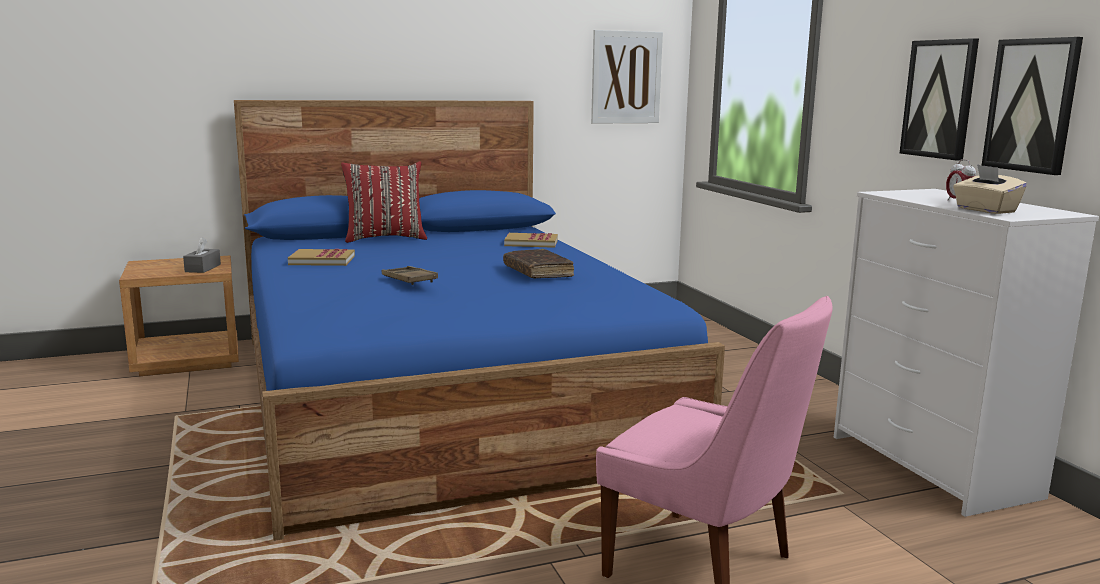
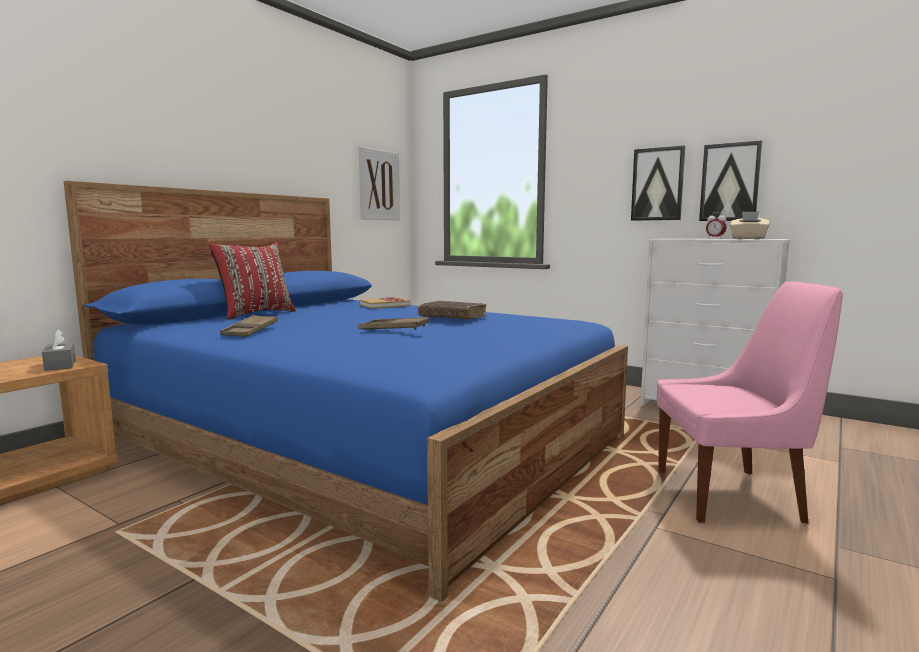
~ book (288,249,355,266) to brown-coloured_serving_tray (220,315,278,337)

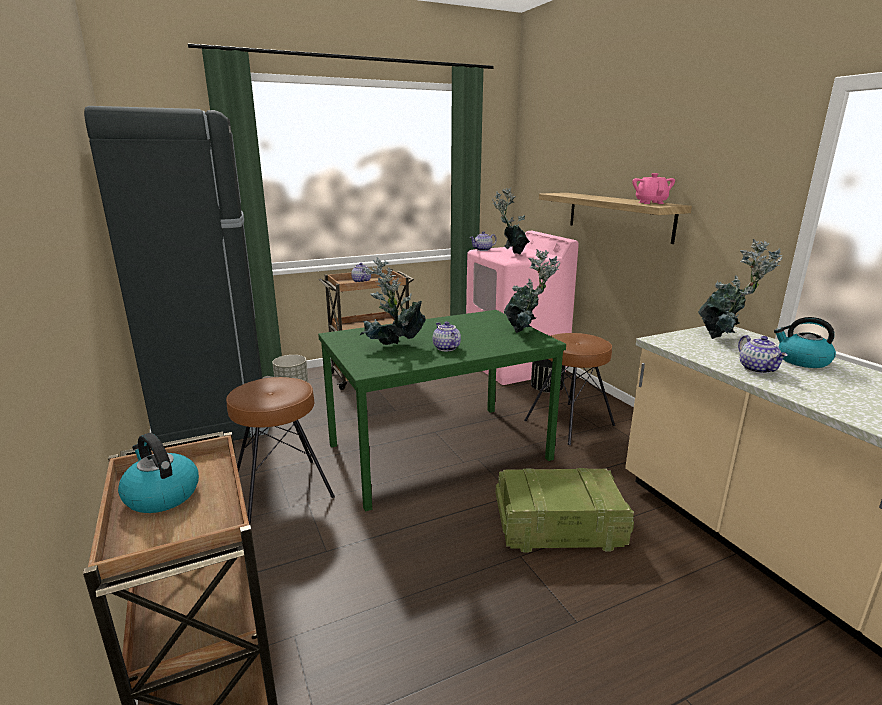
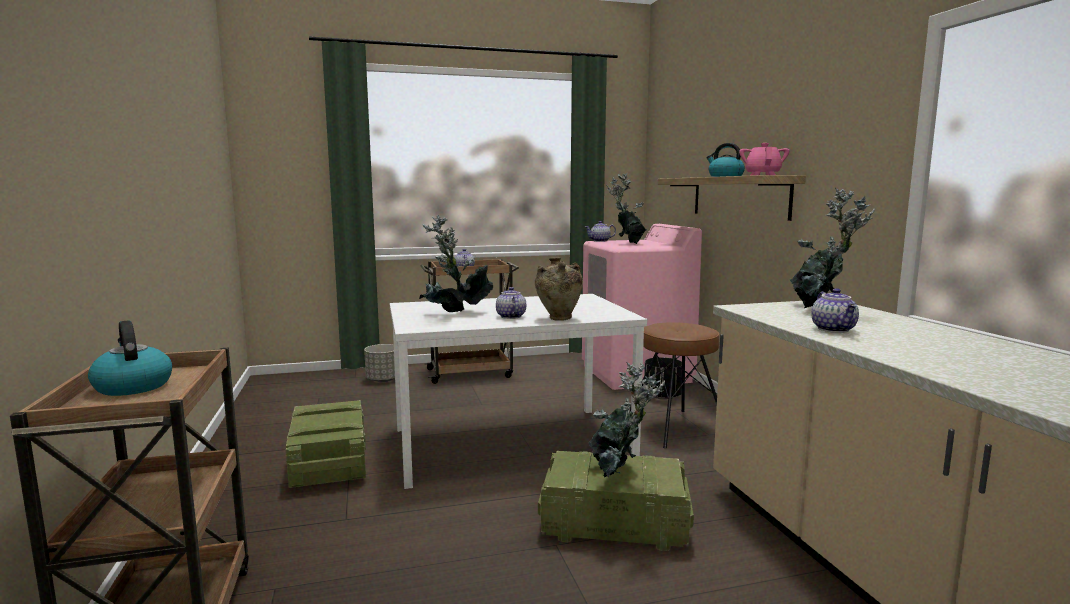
~ brown-coloured_stool (226,377,335,524) to shipping_crate (286,400,366,488)
~ green_dining_table (318,310,566,512) to whitish_dining_table (390,294,647,489)
+ beige-coloured_decorative_vase (535,257,583,321)
~ potted_plant (503,249,560,333) to (589,362,665,478)
~ tea_kettle (774,317,836,368) to (707,143,745,177)
- black-coloured_kitchen_fridge (84,106,269,443)

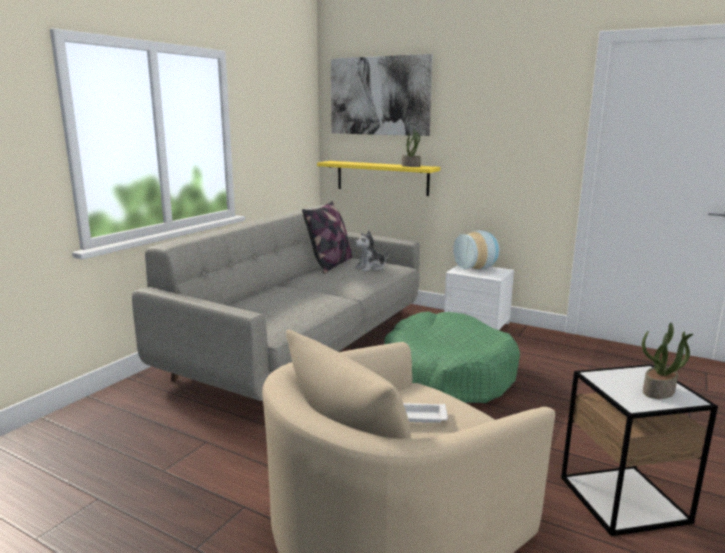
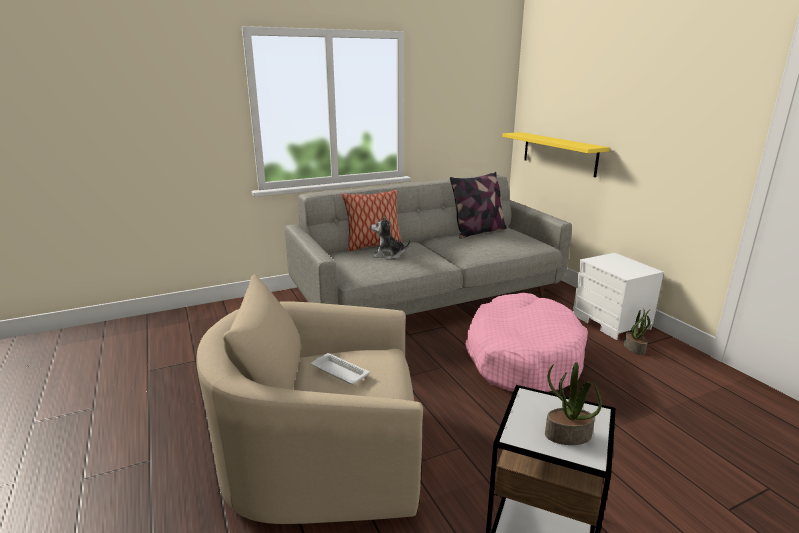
+ pillow (342,190,402,251)
~ soft_toy (355,230,389,272) to (371,216,410,260)
~ green_pet_bed (384,311,520,403) to pink-coloured_pet_bed (465,293,588,392)
~ potted_plant (402,128,421,167) to (624,309,651,355)
- picture (331,54,433,136)
- decorative_vase (453,230,500,270)

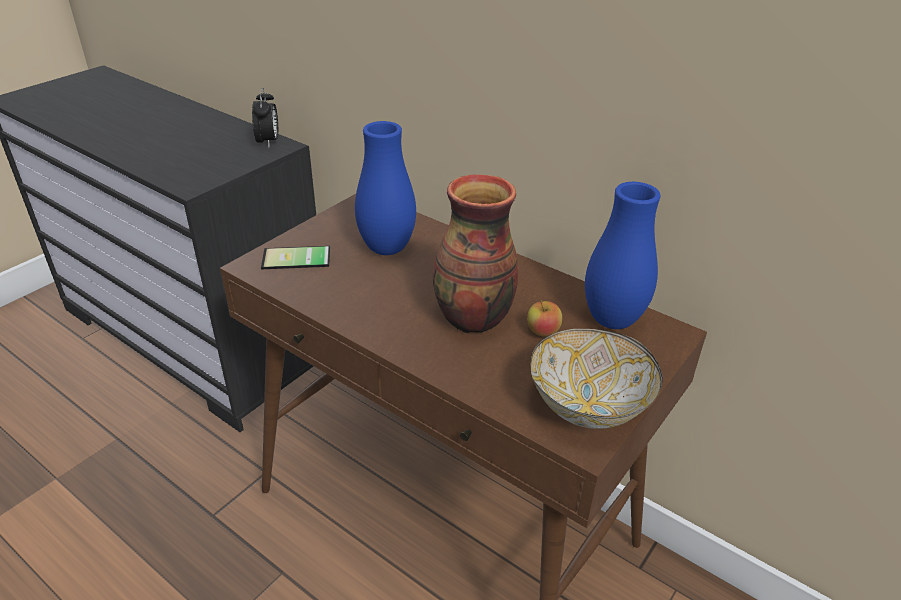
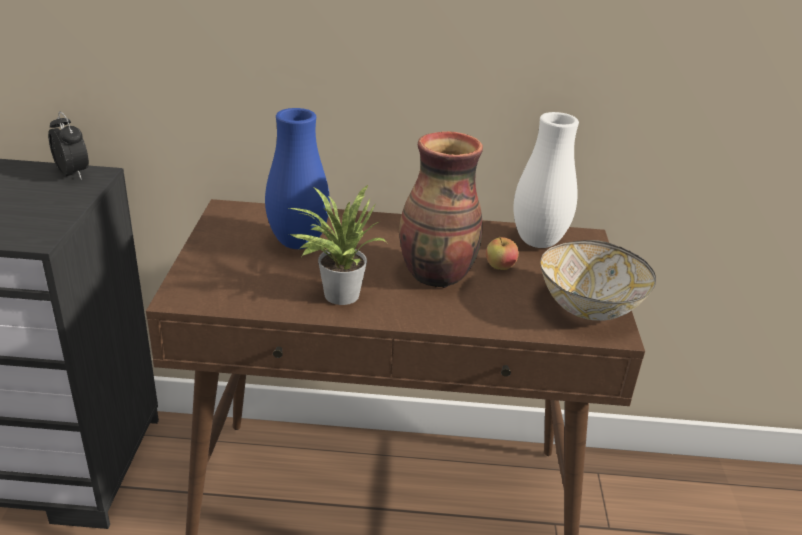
+ potted_plant (289,185,387,305)
~ bluish_decorative_vase (585,182,661,329) to whitish_decorative_vase (513,112,579,248)
- phone (261,246,330,270)

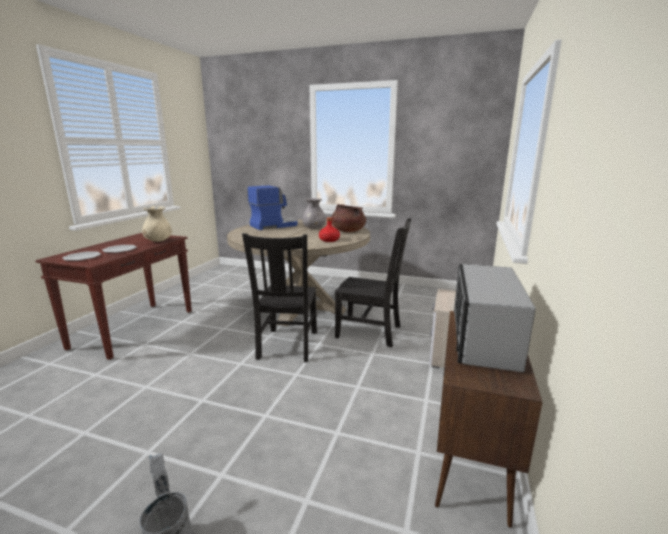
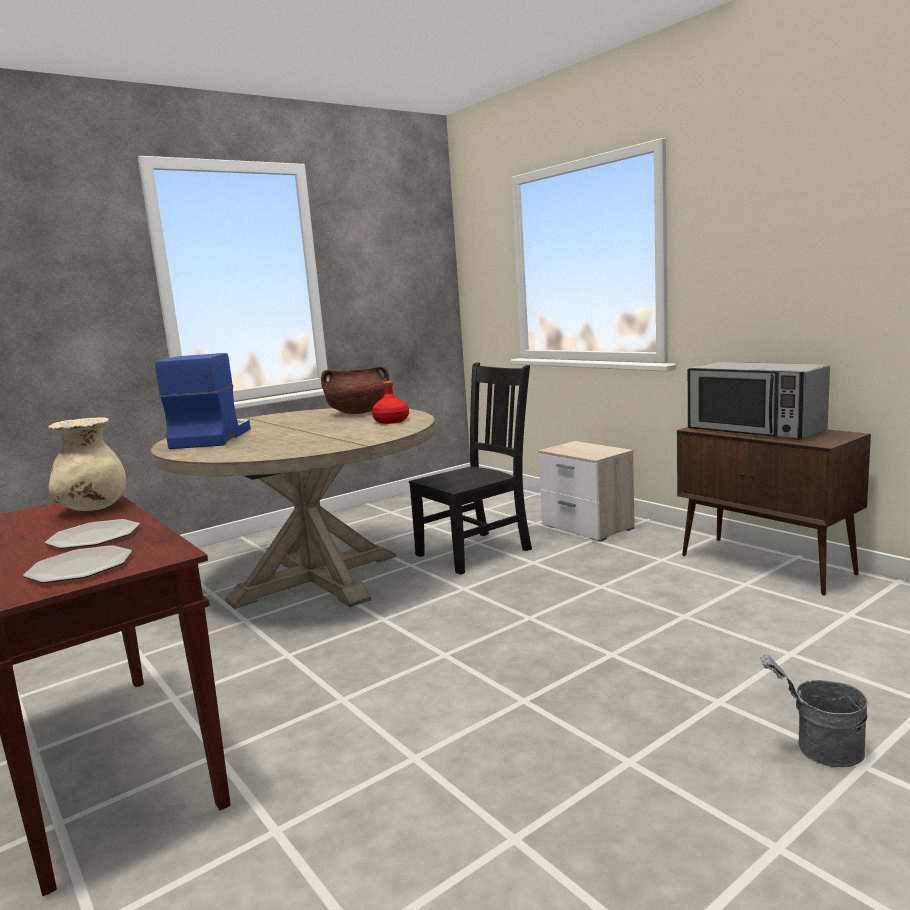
- black-coloured_upright_chair (242,233,317,362)
- grey_decorative_vase (302,198,326,229)

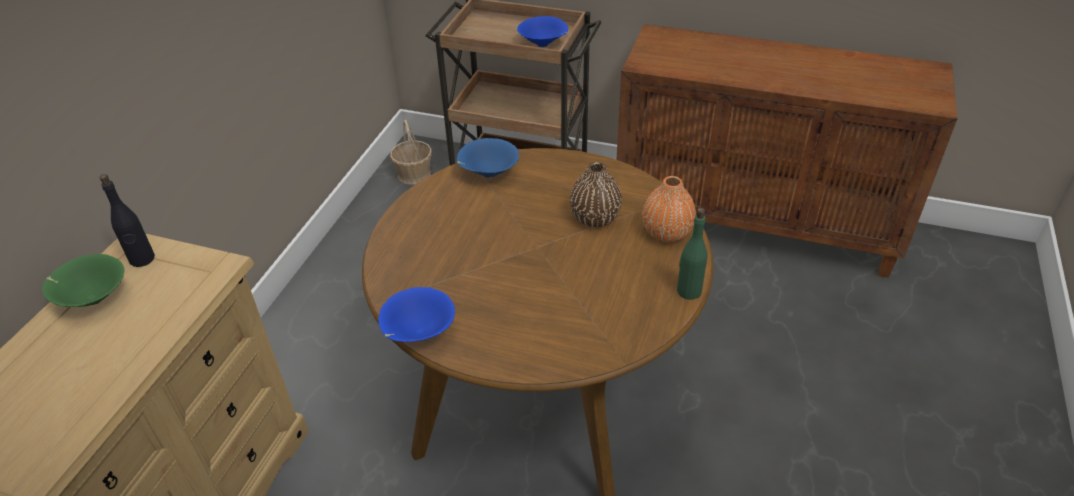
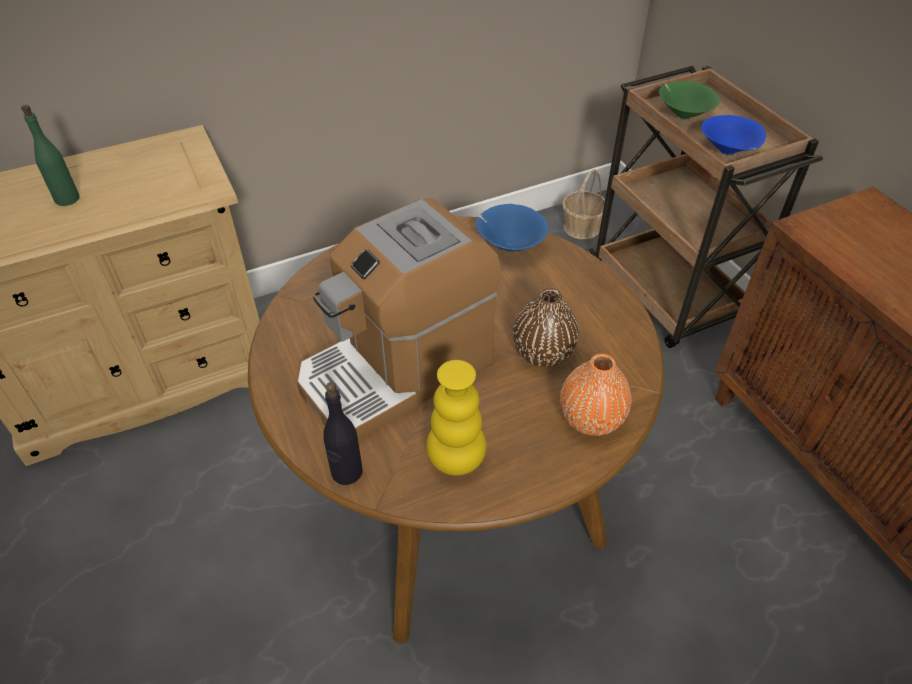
~ green_beverage_bottle (677,208,708,300) to (21,105,80,206)
+ coffee_maker (297,198,502,440)
~ black-coloured_beverage_bottle (99,174,155,267) to (323,382,363,485)
+ yellowish_decorative_vase (426,360,487,476)
~ green_bowl (42,254,124,307) to (659,81,720,120)
- bluish_bowl (378,287,455,342)

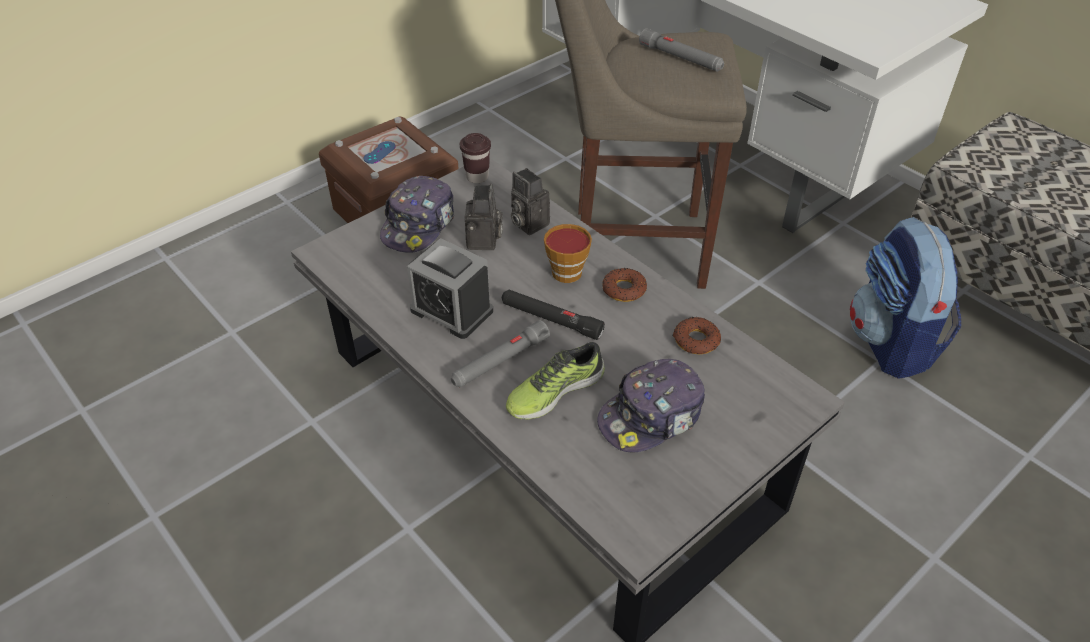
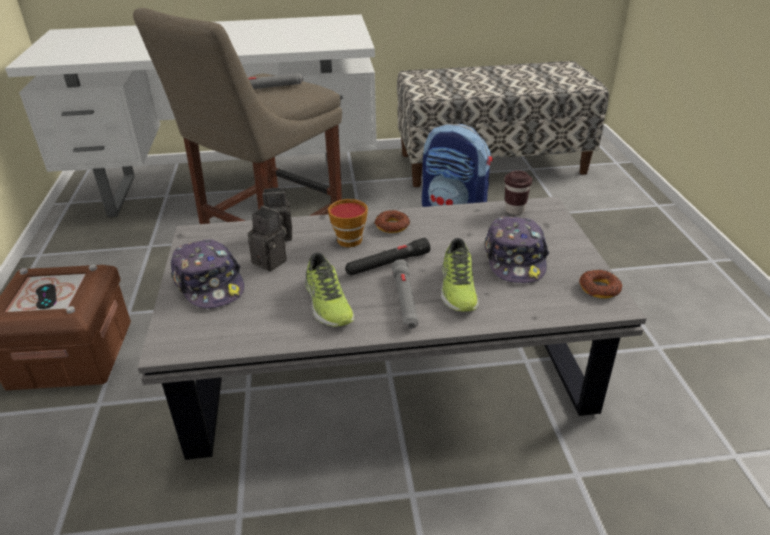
~ bluish_joypad (364,141,396,164) to black-coloured_joypad (36,284,56,309)
~ alarm_clock (407,238,493,339) to shoe (305,253,355,327)
~ brown-coloured_drinking_cup (460,133,491,183) to (504,170,532,215)
~ doughnut (673,317,721,355) to (579,270,622,298)

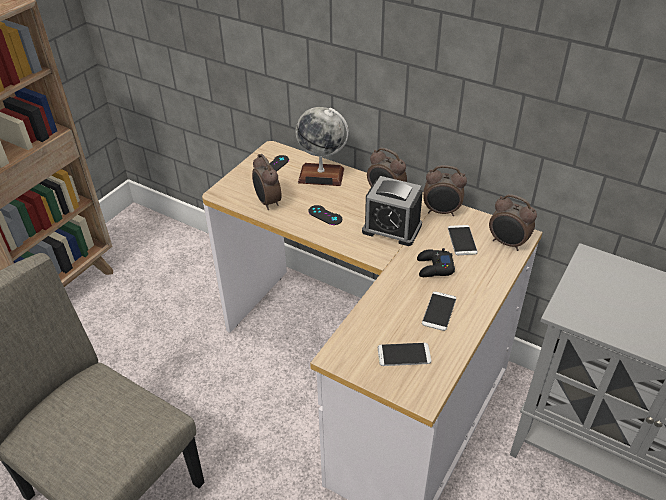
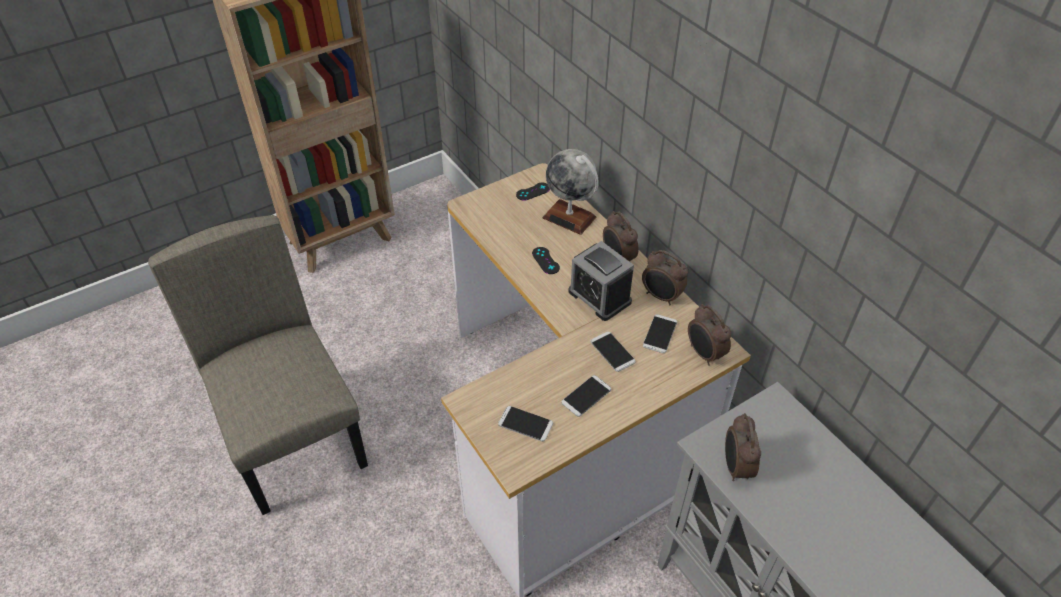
~ black-coloured_joypad (417,248,455,277) to phone (591,332,636,372)
~ alarm_clock (252,154,281,210) to (725,413,761,481)

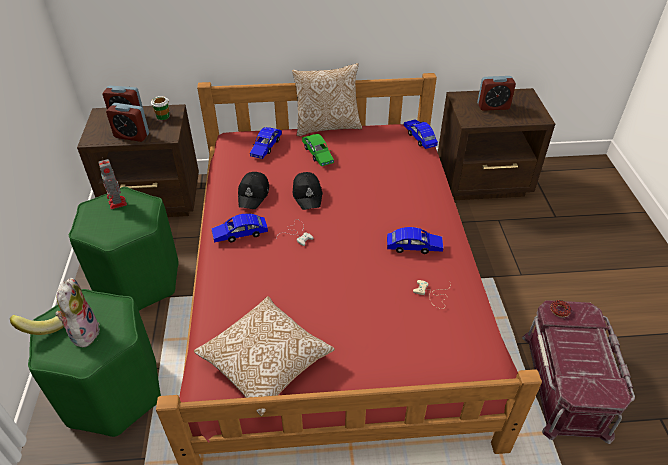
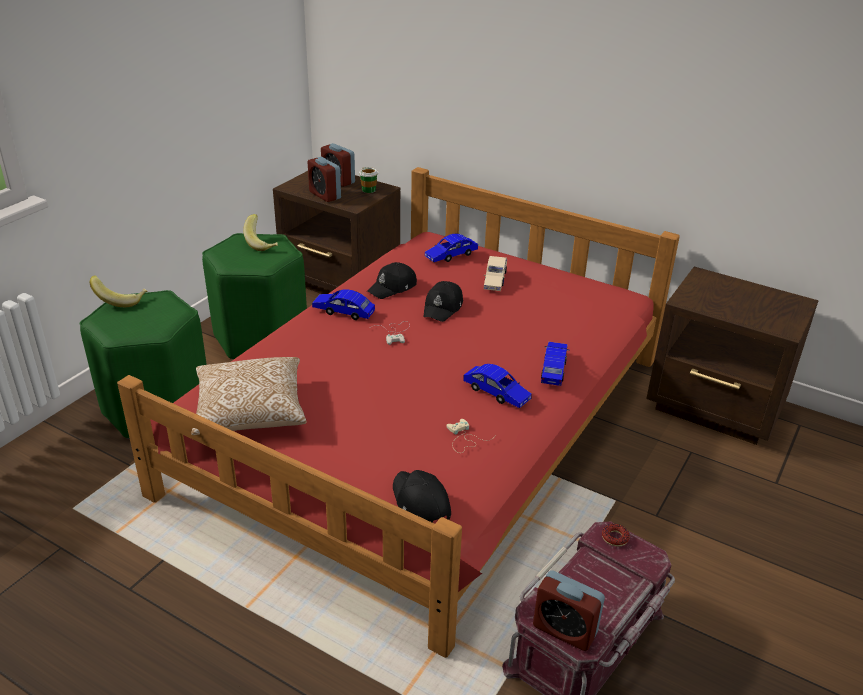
~ robot_figure (98,157,127,209) to whole_banana (243,214,278,251)
+ black-coloured_peaked_cap (393,470,451,523)
~ green_miniature_car (302,134,334,166) to beige-coloured_miniature_car (484,256,507,291)
~ alarm_clock (477,76,516,111) to (533,570,605,651)
~ bluish_miniature_car (404,119,438,149) to (541,342,569,386)
- soft_toy (56,278,100,347)
- pillow (292,63,362,136)

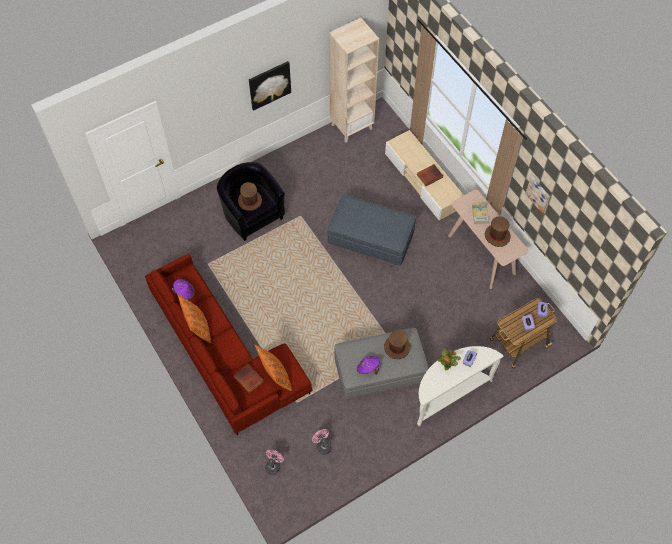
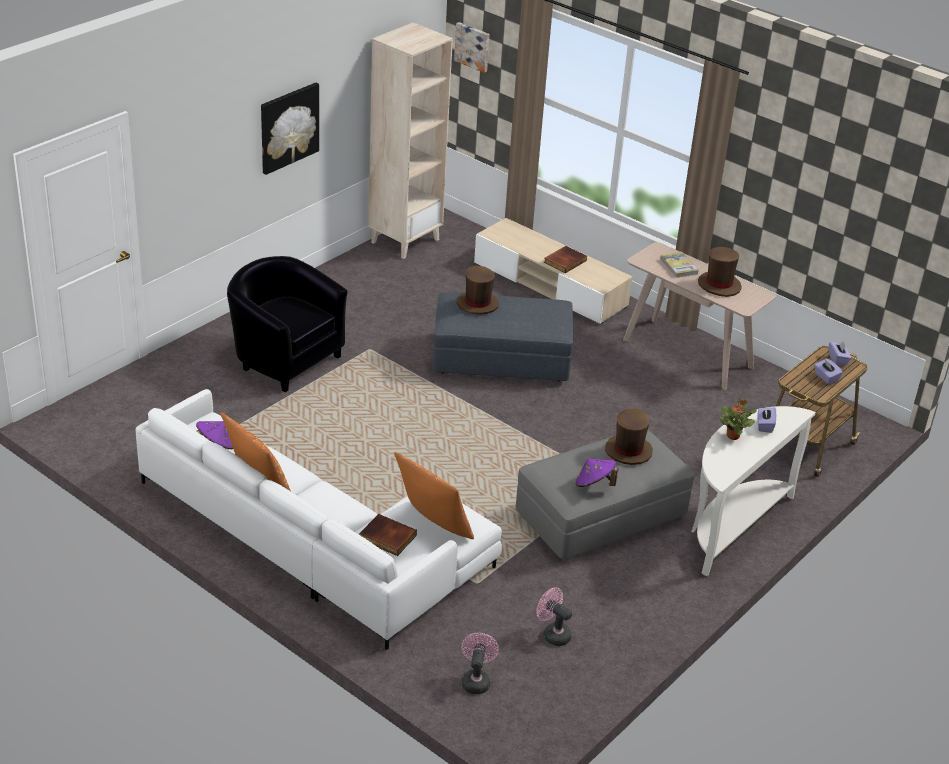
~ reddish_couch (145,254,312,435) to whitish_couch (136,389,502,650)
~ picture (525,177,550,213) to (454,22,489,73)
~ brown-coloured_hat (238,182,262,211) to (457,266,499,315)

